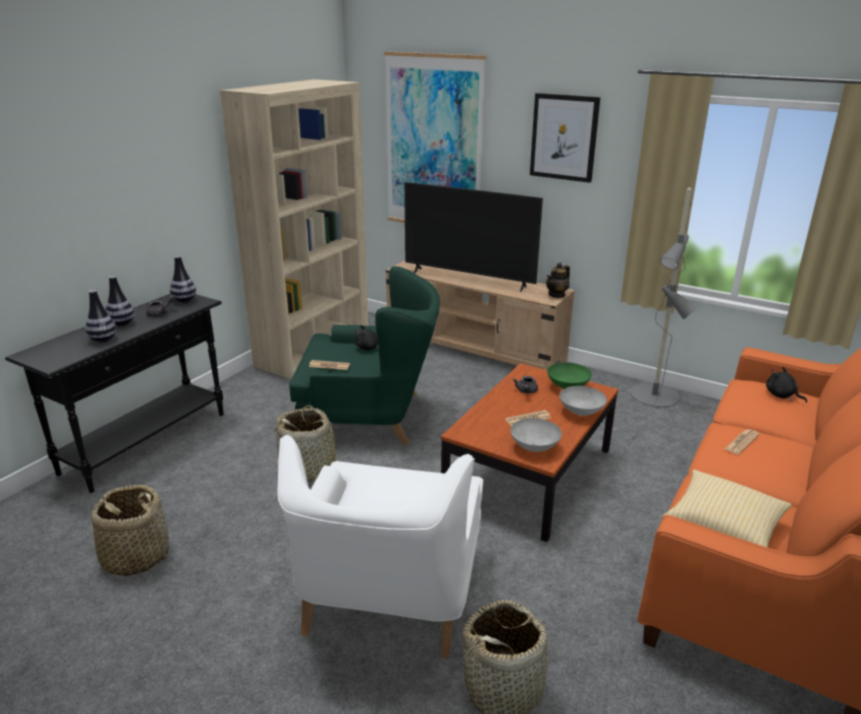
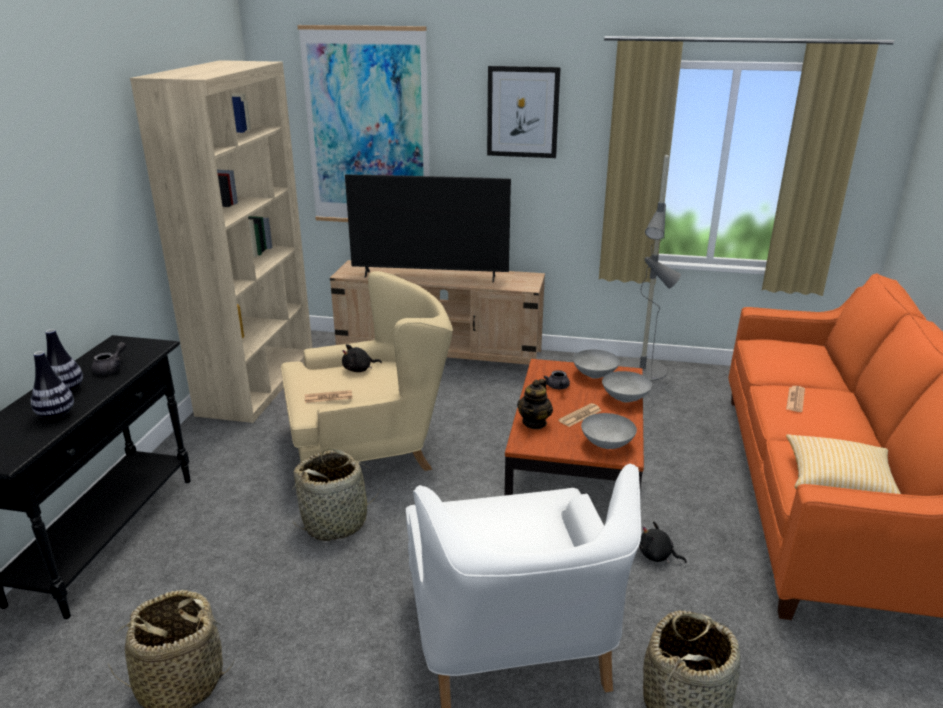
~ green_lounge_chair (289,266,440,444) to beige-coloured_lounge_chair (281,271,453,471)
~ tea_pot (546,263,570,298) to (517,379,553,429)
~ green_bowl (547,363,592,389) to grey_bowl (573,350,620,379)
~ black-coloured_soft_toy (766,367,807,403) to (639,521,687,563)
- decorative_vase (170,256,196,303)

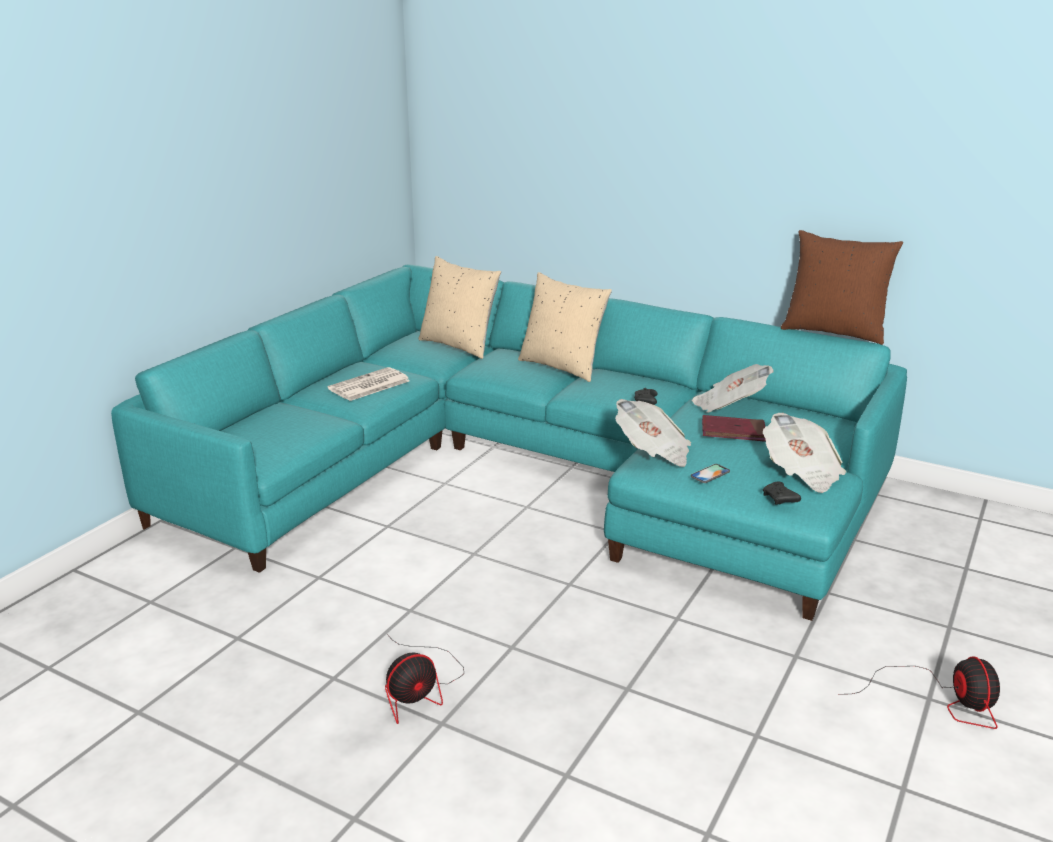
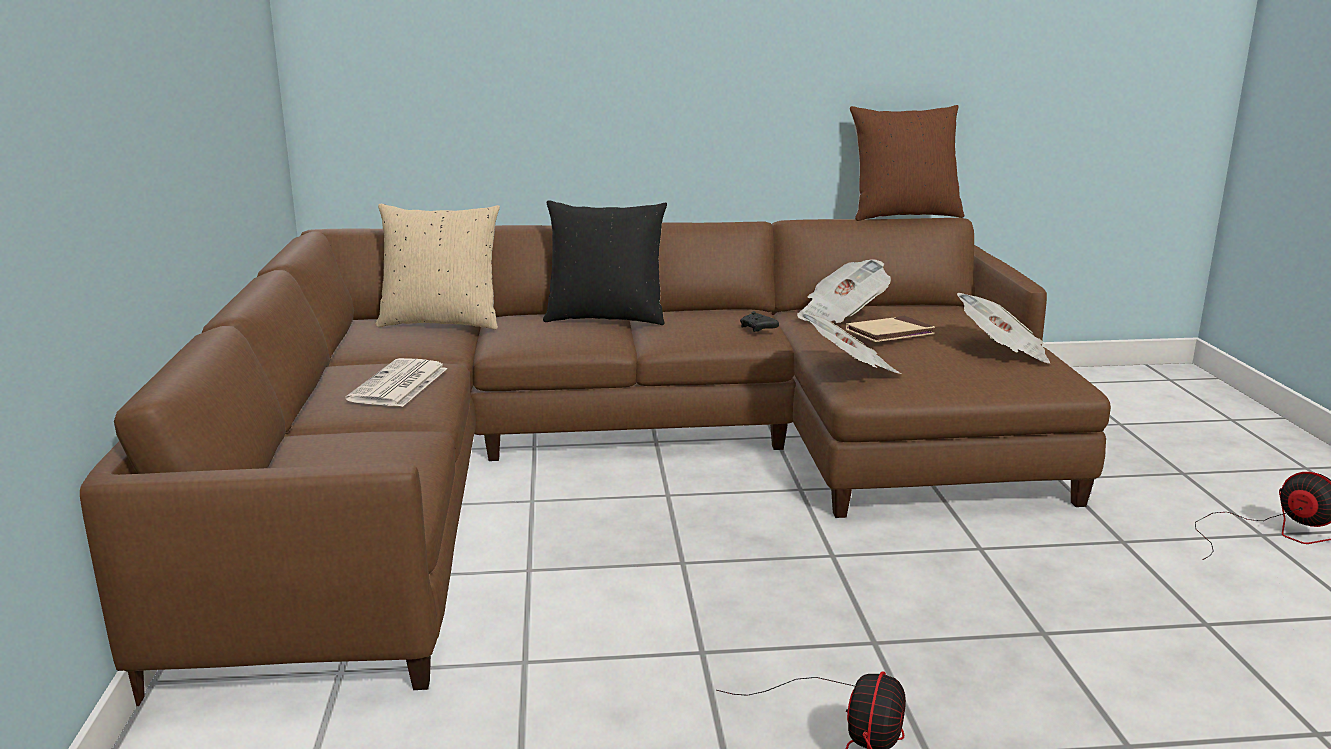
~ blue-green_couch (111,264,907,621) to brown-coloured_couch (80,218,1111,706)
~ beige-coloured_pillow (518,272,612,382) to black-coloured_pillow (543,200,667,325)
~ reddish_book (702,415,766,442) to beige-coloured_book (846,316,935,342)
- phone (691,464,730,483)
- black-coloured_joypad (763,481,801,504)

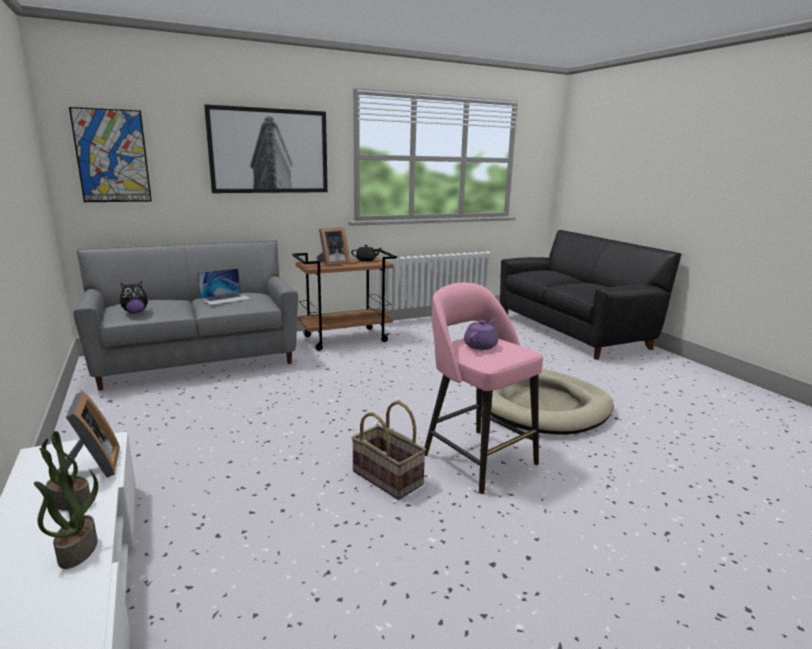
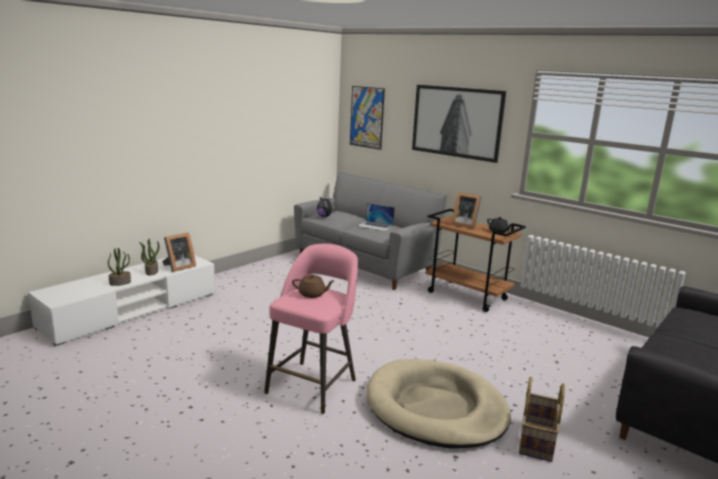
~ purplish_tea_pot (464,319,498,350) to brown-coloured_tea_pot (292,274,334,298)
~ household_basket (351,401,426,500) to (519,377,565,462)

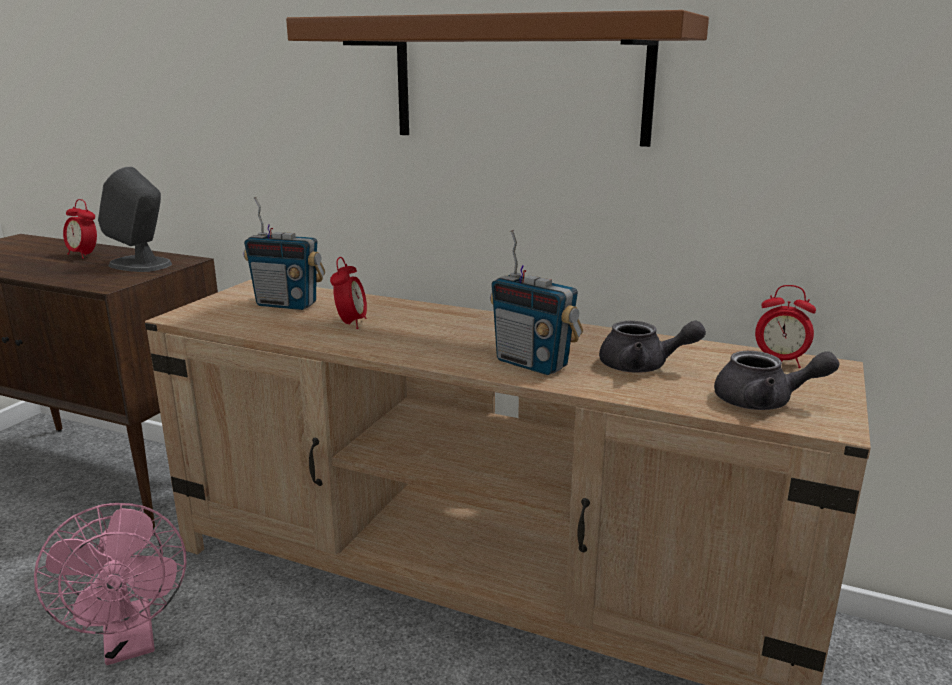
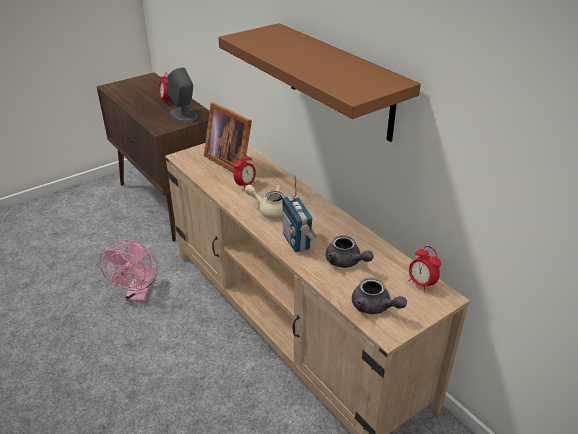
~ radio (244,197,325,310) to standing_frame (204,102,252,173)
+ beige-coloured_tea_pot (244,184,285,219)

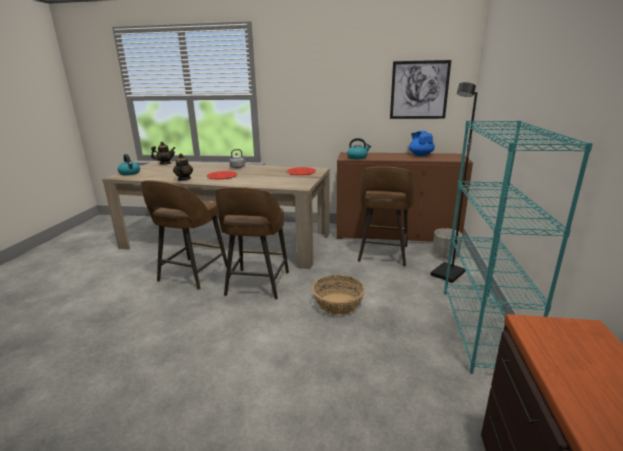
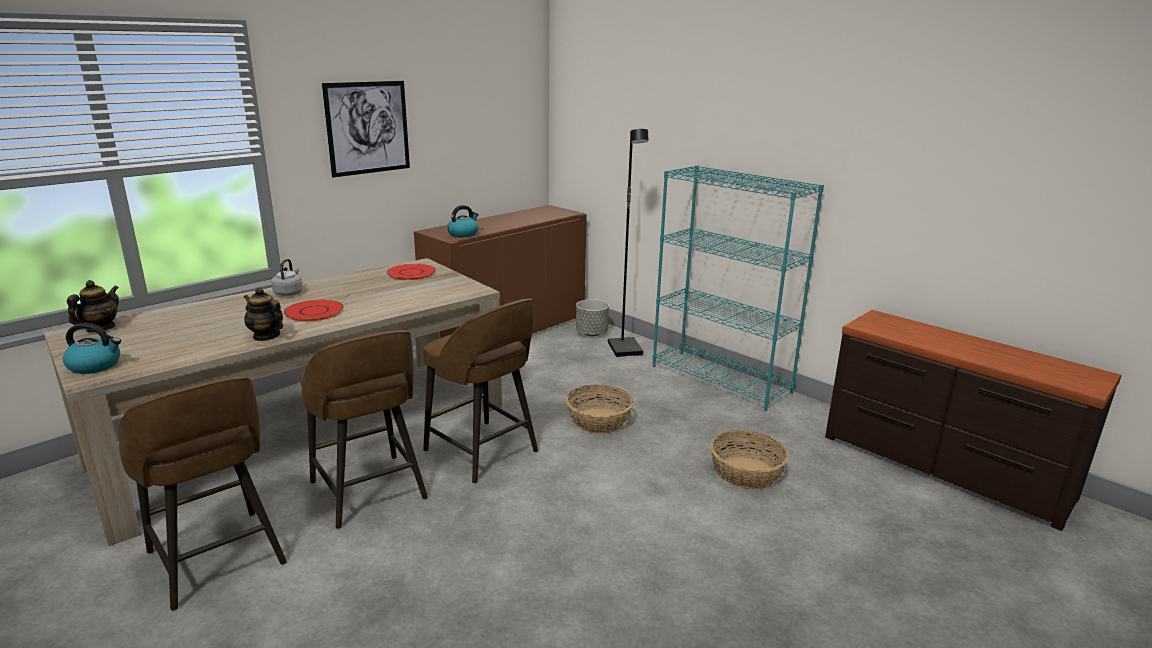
~ brown-coloured_stool (358,166,414,266) to (118,376,287,611)
~ picture (390,60,451,119) to (322,81,410,177)
+ household_basket (710,430,789,489)
- bluish_tea_pot (409,131,435,156)

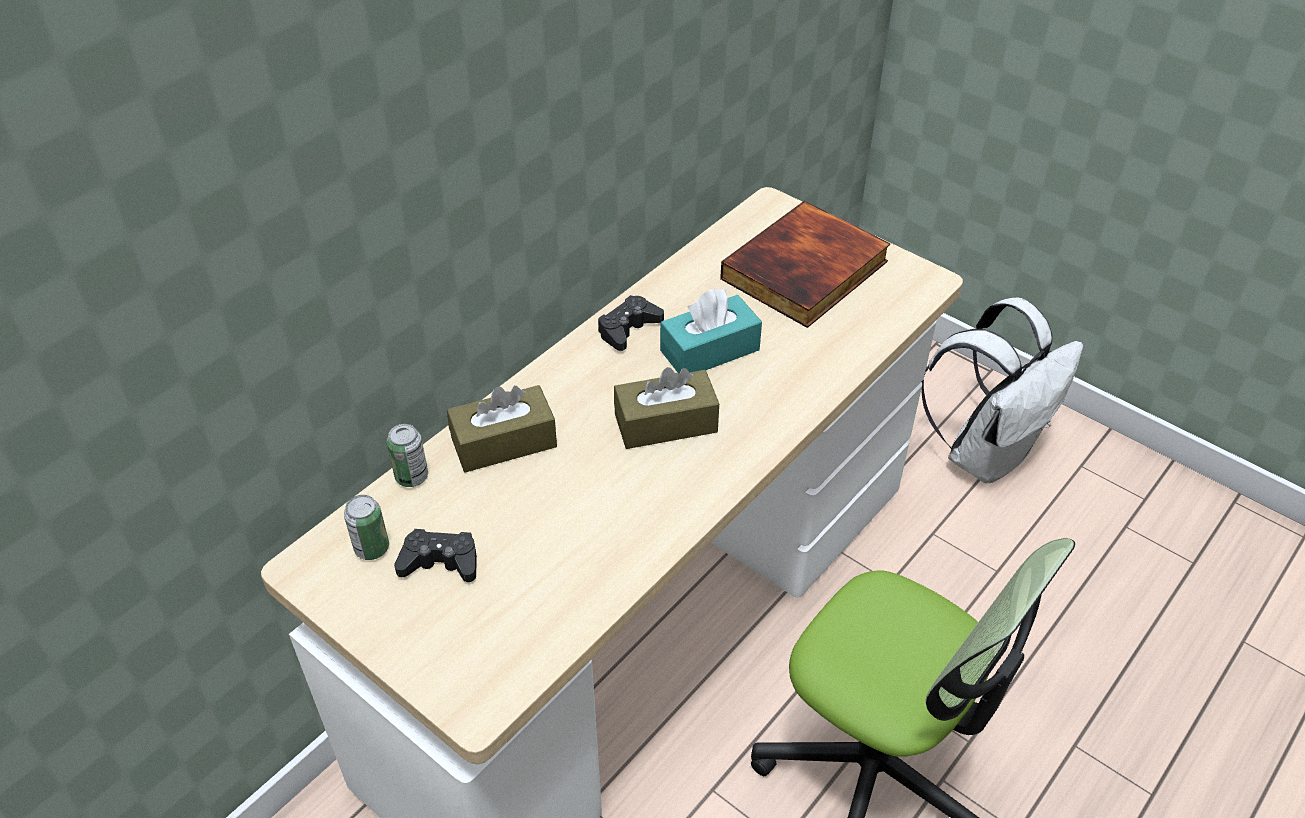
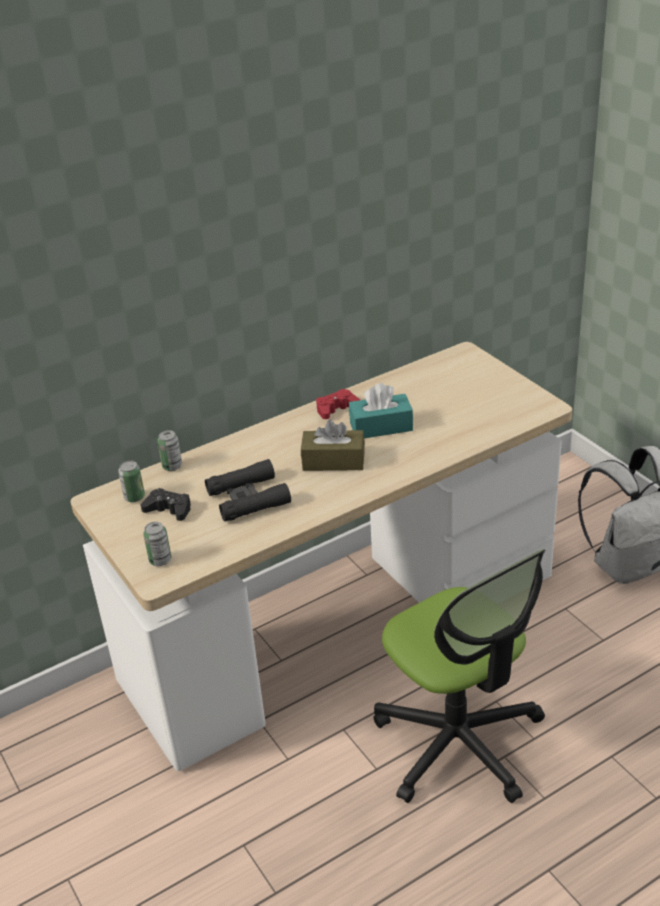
+ metal_can (143,522,171,566)
+ black-coloured_field_glasses (205,459,291,521)
~ black-coloured_joypad (598,295,664,351) to reddish_joypad (316,389,360,419)
- brown-coloured_tissue_holder (447,385,557,473)
- book (720,201,890,328)

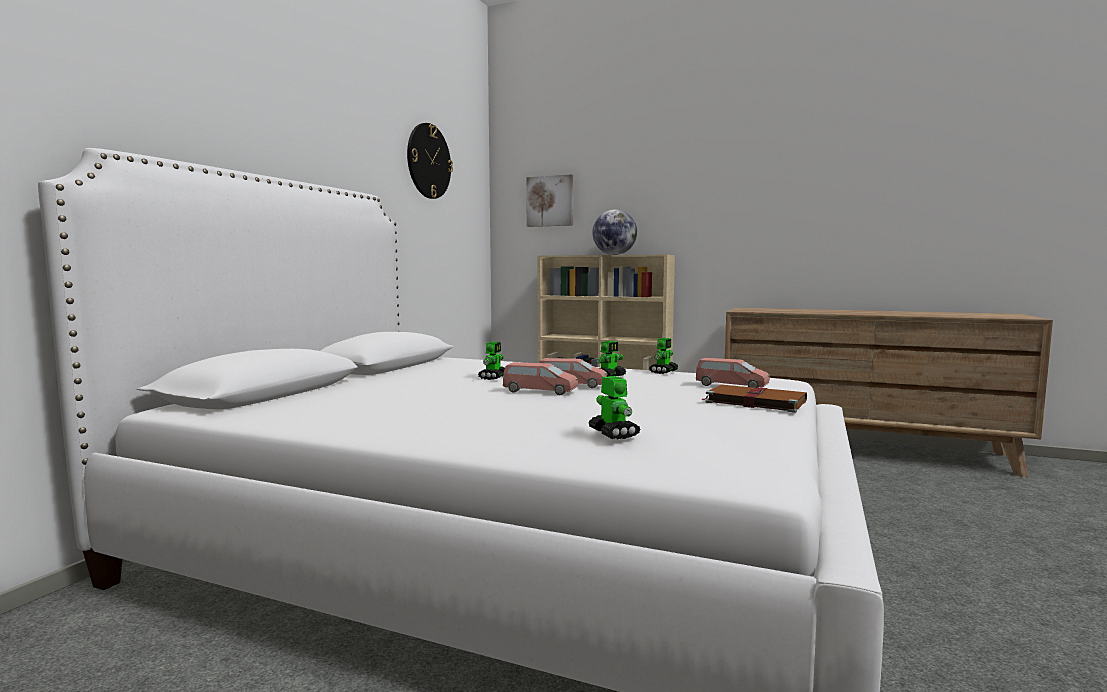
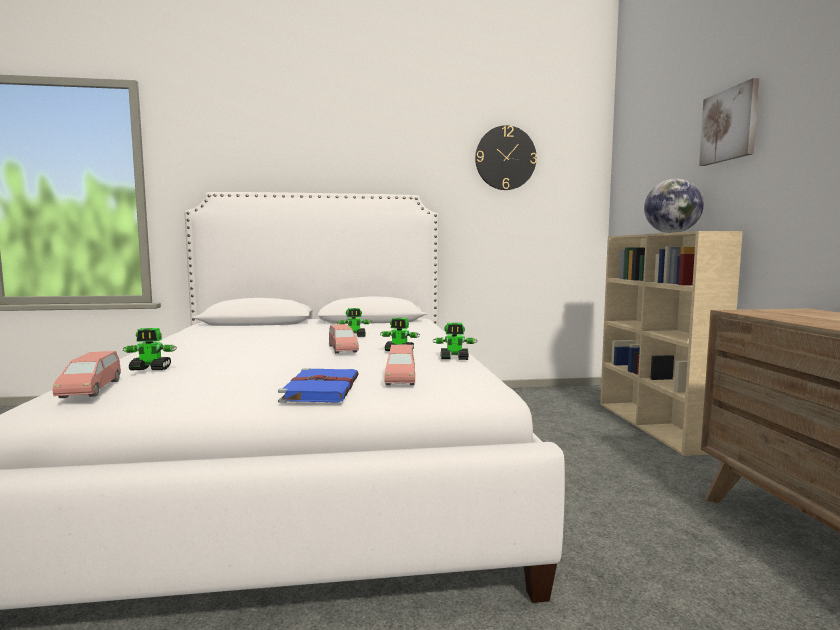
~ pink-coloured_miniature_car (503,362,578,395) to (52,351,121,398)
~ robot_figure (588,376,640,439) = (123,328,177,370) 45 degrees clockwise
~ brown-coloured_book (701,384,807,413) to bluish_book (278,368,359,403)
~ picture (526,174,573,227) to (699,78,759,166)

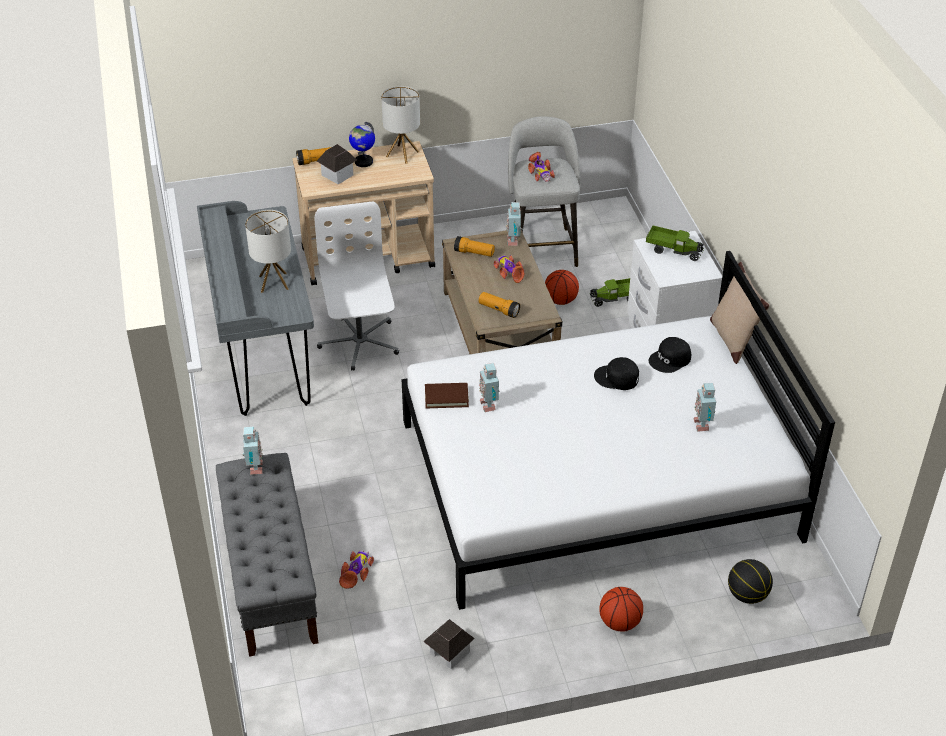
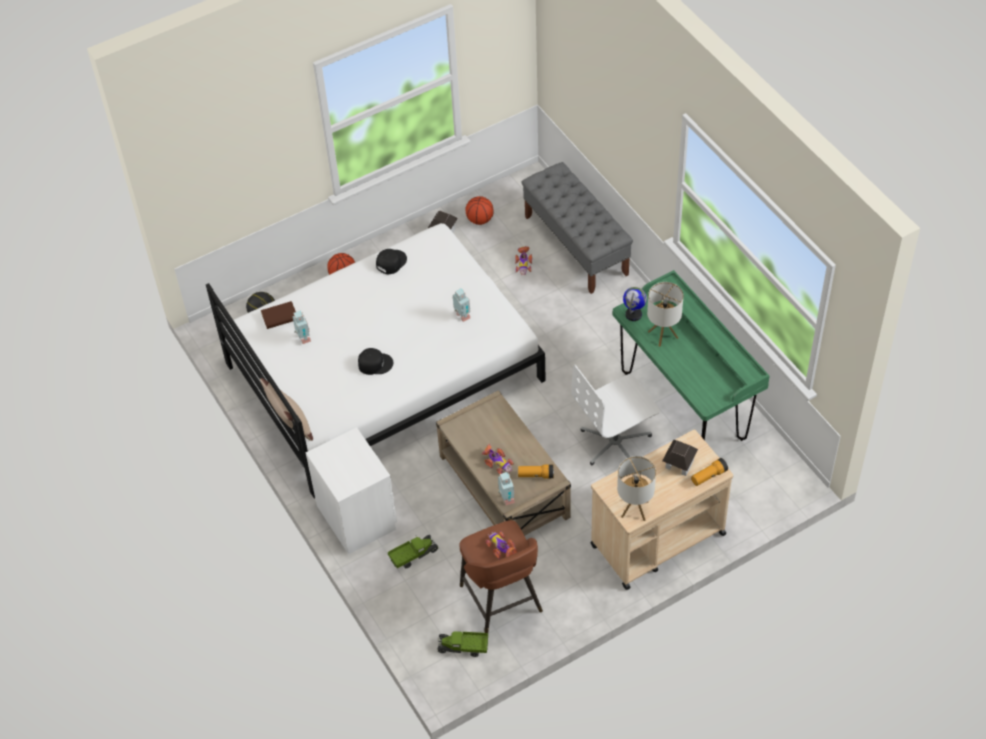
~ brown-coloured_book (425,383,469,408) to (261,301,296,329)
~ black-coloured_peaked_cap (649,337,691,373) to (376,249,407,274)
~ toy_truck (646,226,704,261) to (438,631,488,657)
~ grey_stool (508,116,580,267) to brown-coloured_stool (460,520,543,633)
~ ball_for_basketball (545,270,579,305) to (466,196,494,225)
~ whitish_office_chair (315,201,399,371) = (571,364,660,466) 90 degrees clockwise
~ grey_desk (197,201,314,416) to green_desk (613,270,770,441)
~ world_globe (349,122,375,167) to (623,287,647,321)
- robot_figure (242,427,263,475)
- torch (479,292,520,318)

